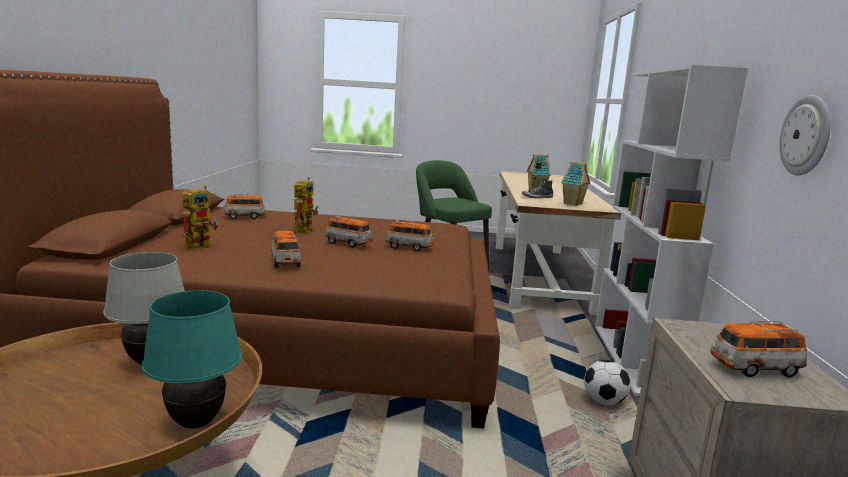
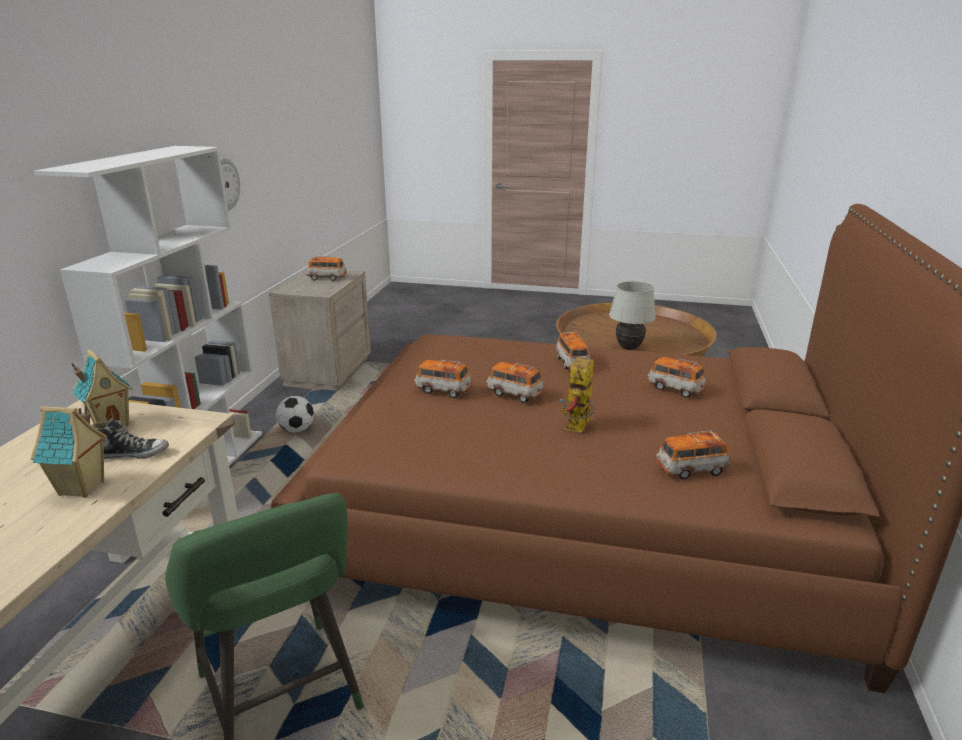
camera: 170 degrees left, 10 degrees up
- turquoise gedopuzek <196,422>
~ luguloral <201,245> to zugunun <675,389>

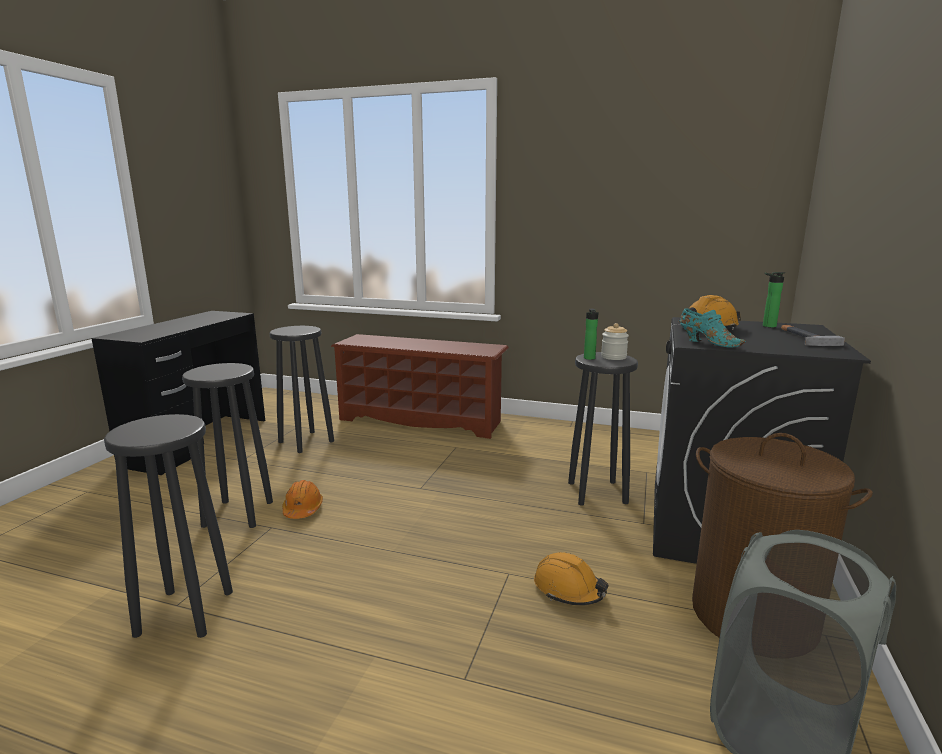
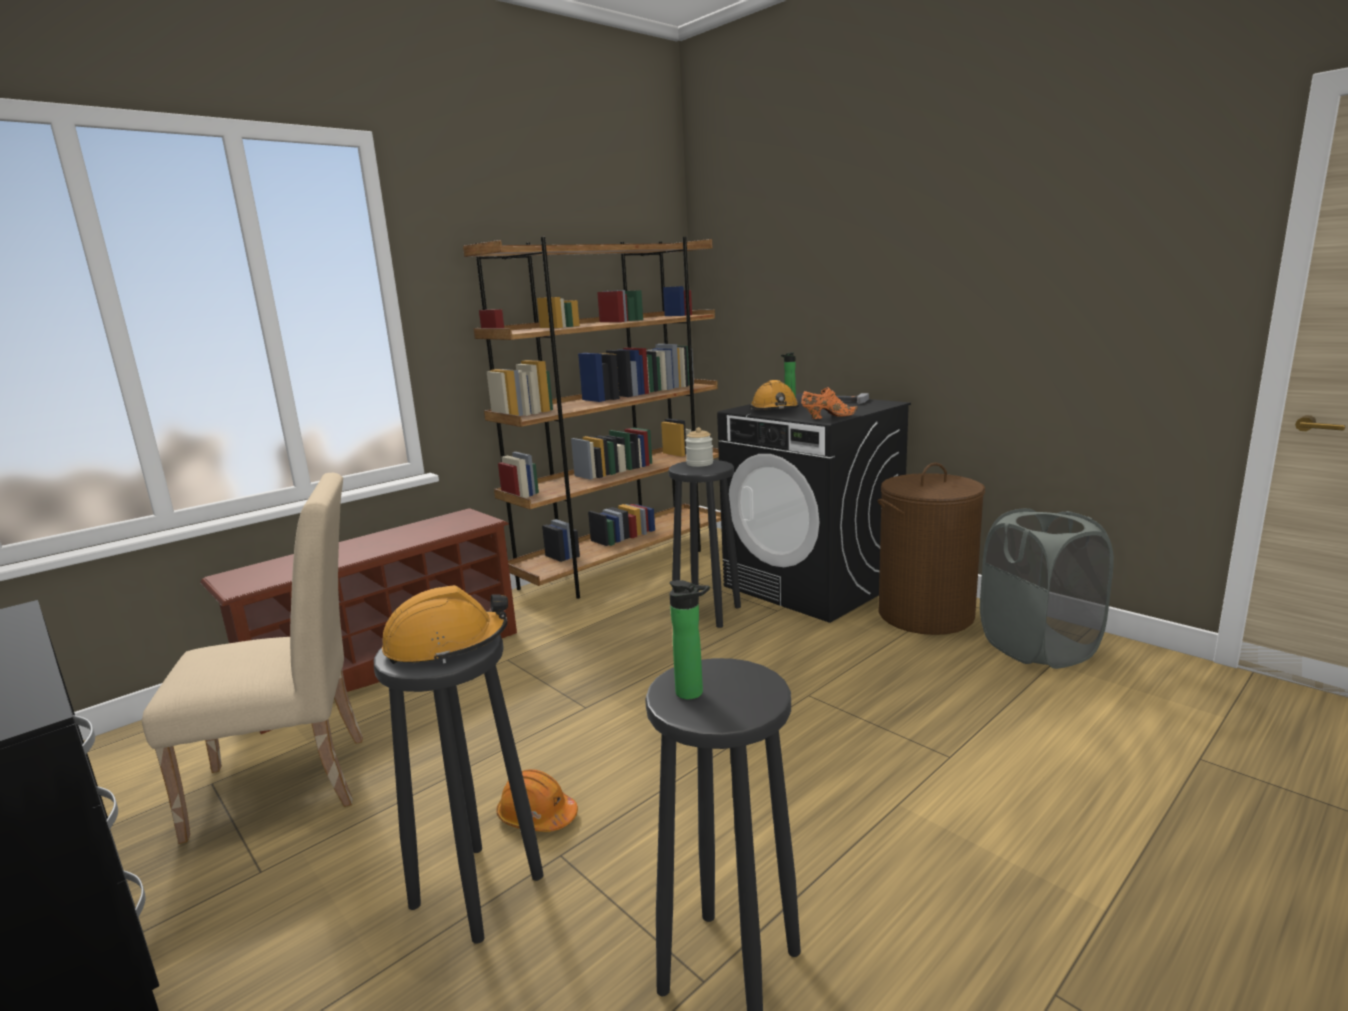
camera: 60 degrees left, 0 degrees up
+ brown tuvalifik <623,565>
~ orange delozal <569,589> to <446,645>
~ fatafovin <590,358> to <693,693>
~ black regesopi <305,442> to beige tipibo <296,783>
~ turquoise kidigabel <707,343> to orange kidigabel <827,417>

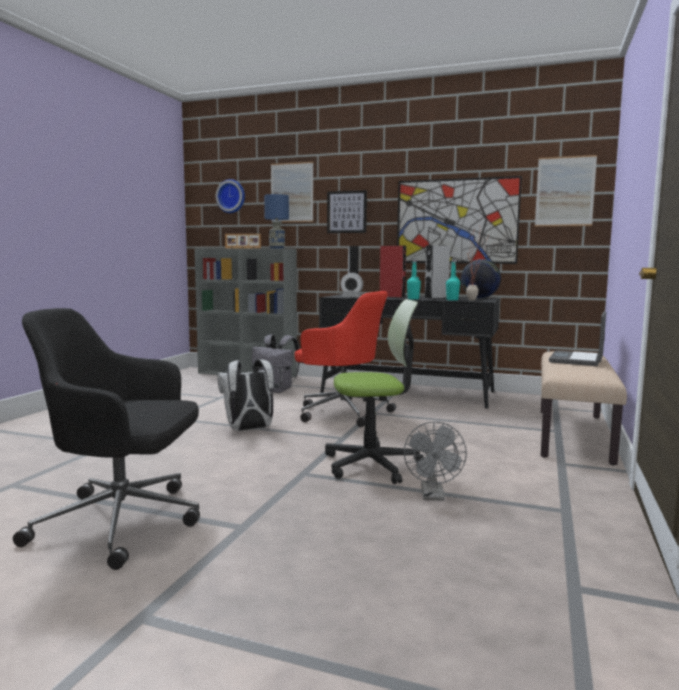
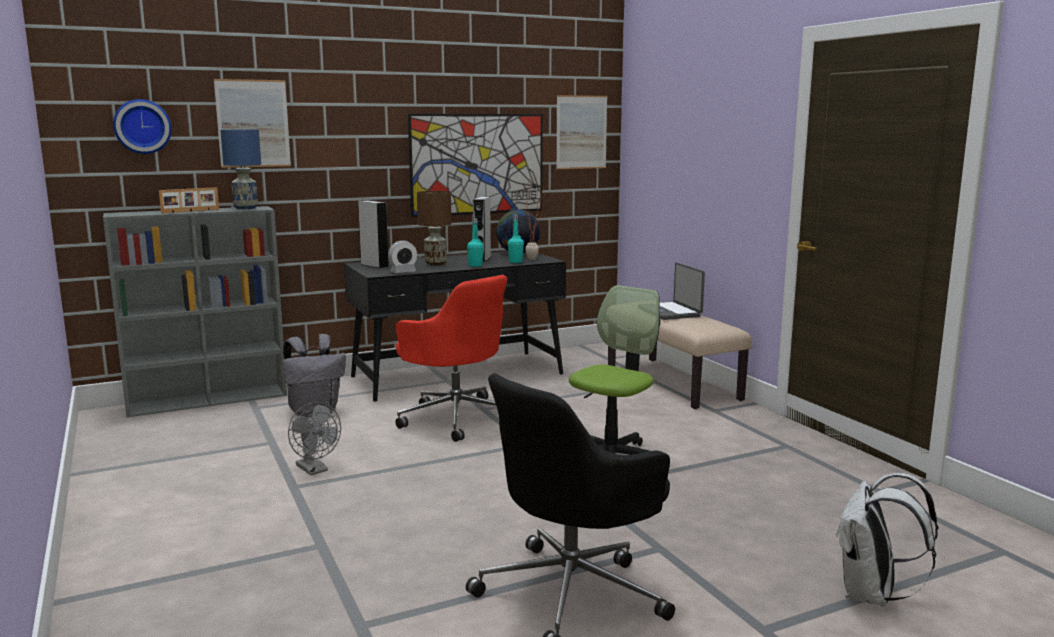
camera: 45 degrees left, 5 degrees up
- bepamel <346,212>
~ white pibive <249,430> to <872,595>
~ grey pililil <433,496> to <315,470>
~ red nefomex <392,297> to brown gedopuzek <435,264>
~ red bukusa <341,412> = <456,417> 60 degrees clockwise

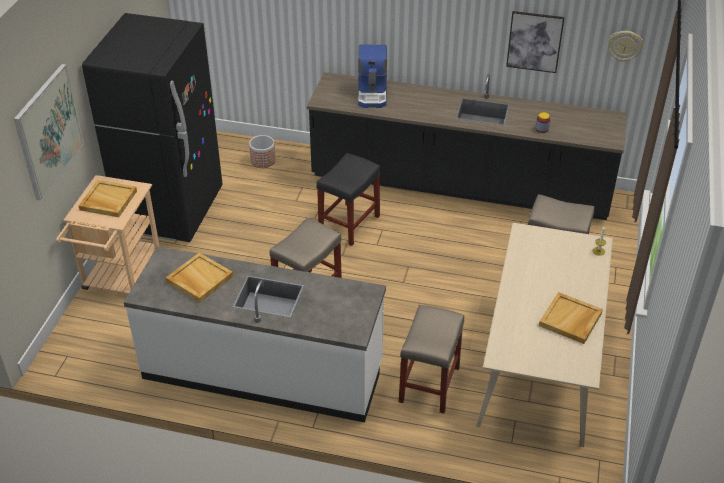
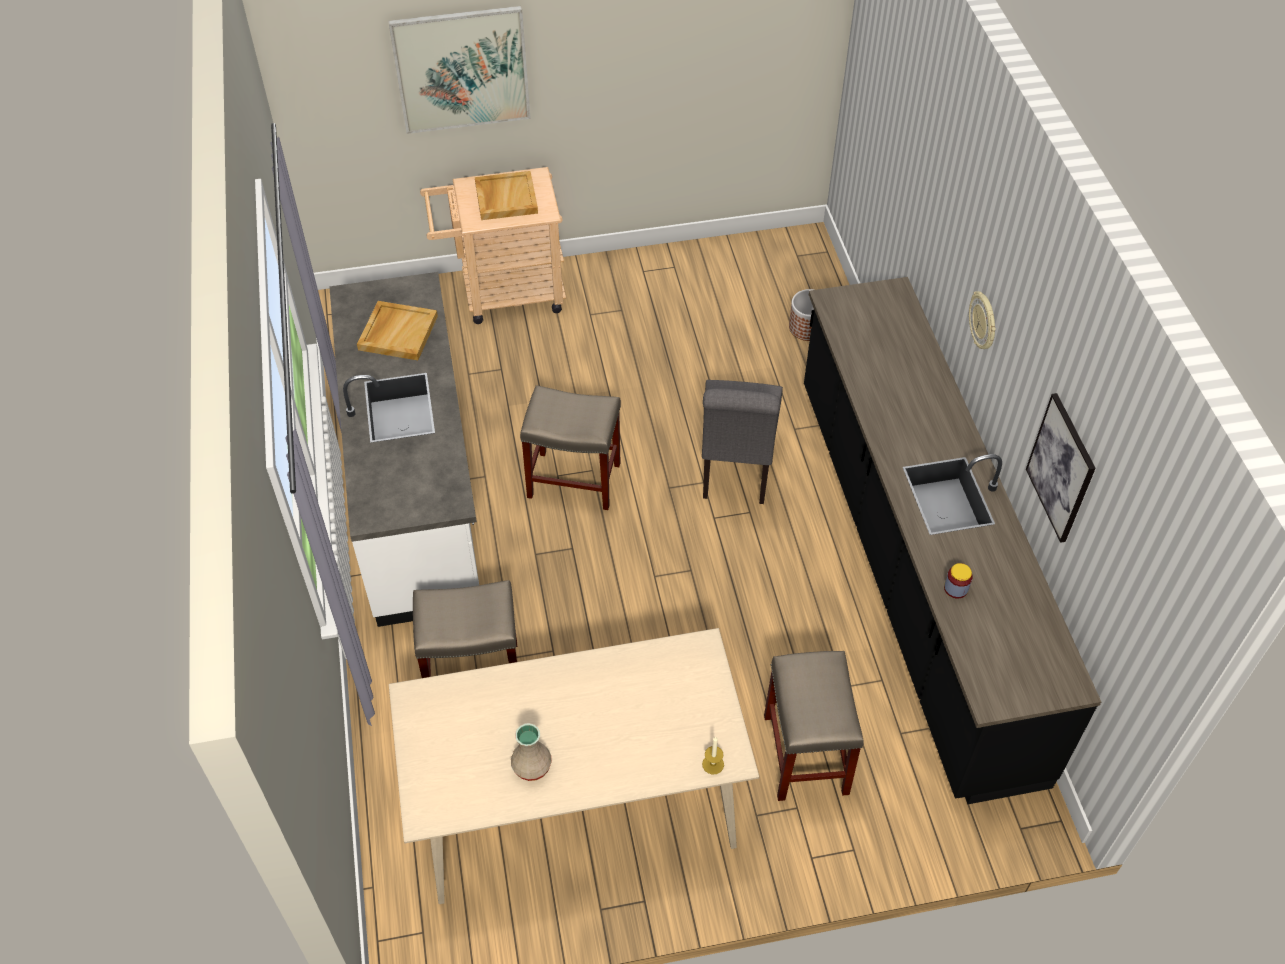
camera: 65 degrees right, 10 degrees up
- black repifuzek <172,210>
- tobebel <373,93>
~ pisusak <624,45> to <983,322>
~ black regesopi <349,224> to grey tipibo <736,471>
~ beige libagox <570,320> to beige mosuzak <531,766>

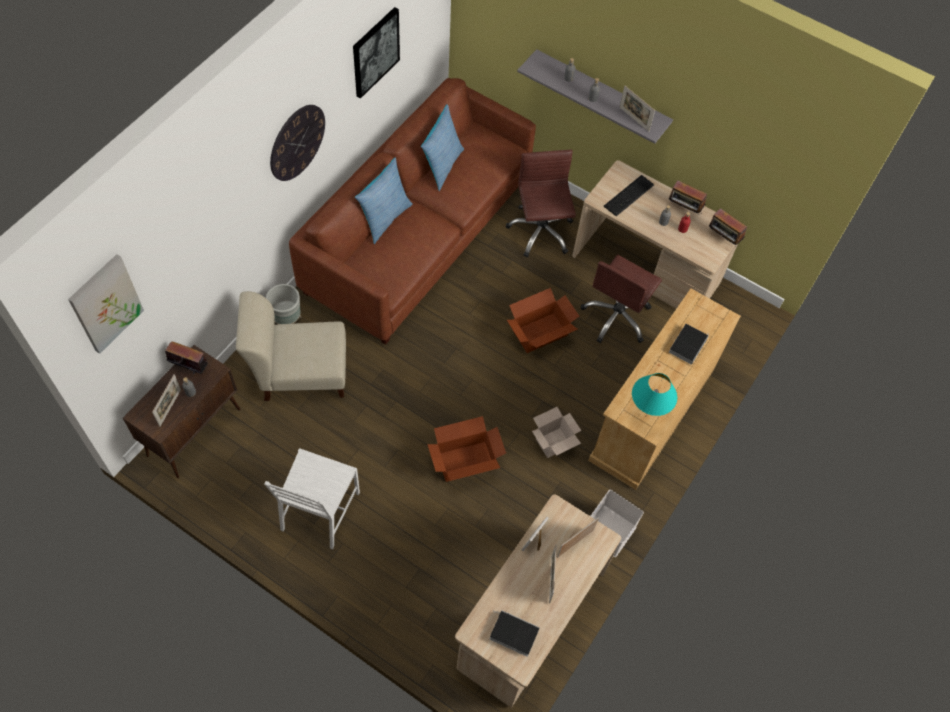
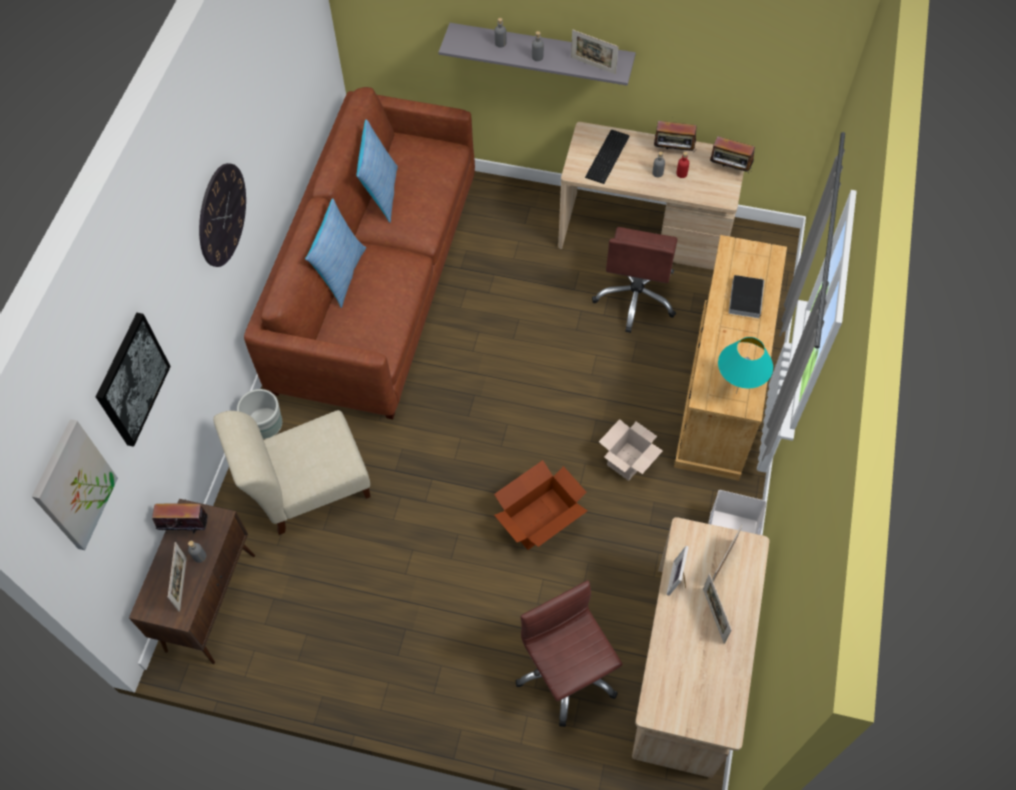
camera: 15 degrees left, 0 degrees up
- white tipibo <319,511>
- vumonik <512,634>
- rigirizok <541,333>
~ bepamel <375,52> to <131,379>
~ brown bukusa <540,232> to <566,674>

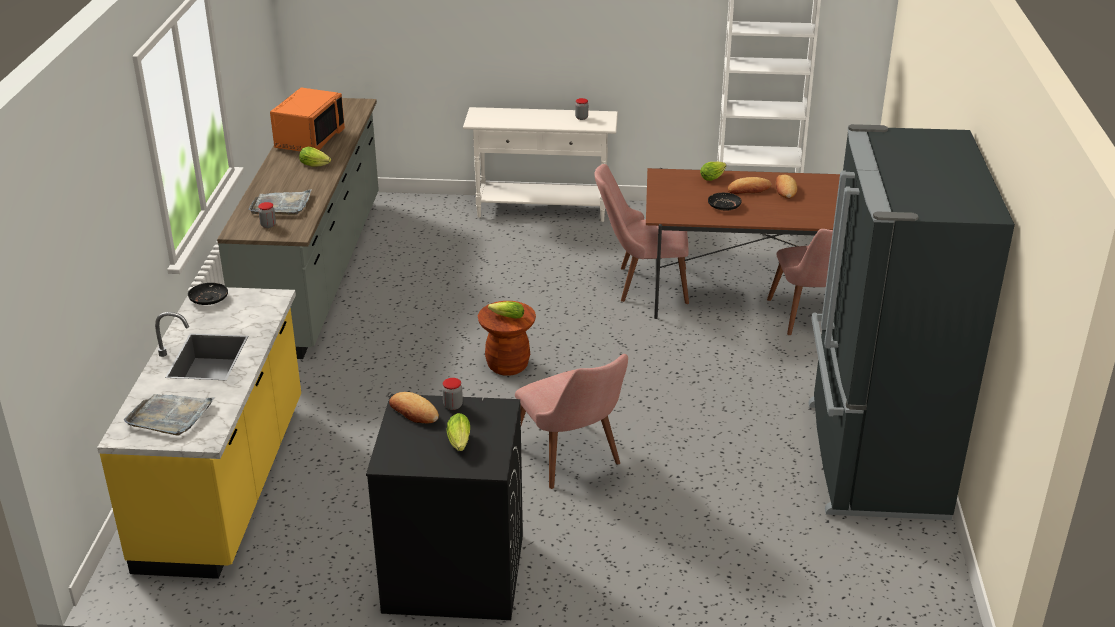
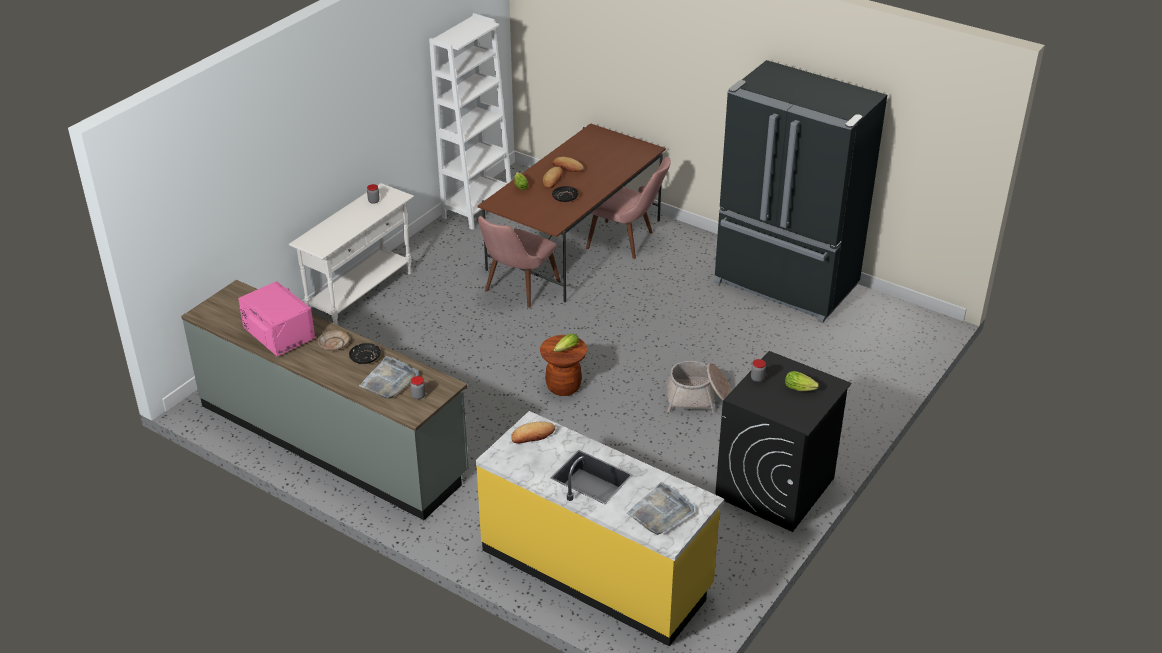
camera: 60 degrees left, 5 degrees up
~ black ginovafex <208,298> to <365,357>
~ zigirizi <414,412> to <533,435>
~ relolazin <316,165> to beige ginovafex <334,344>
~ pink tipibo <573,461> to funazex <698,398>
~ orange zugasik <309,139> to pink zugasik <278,335>

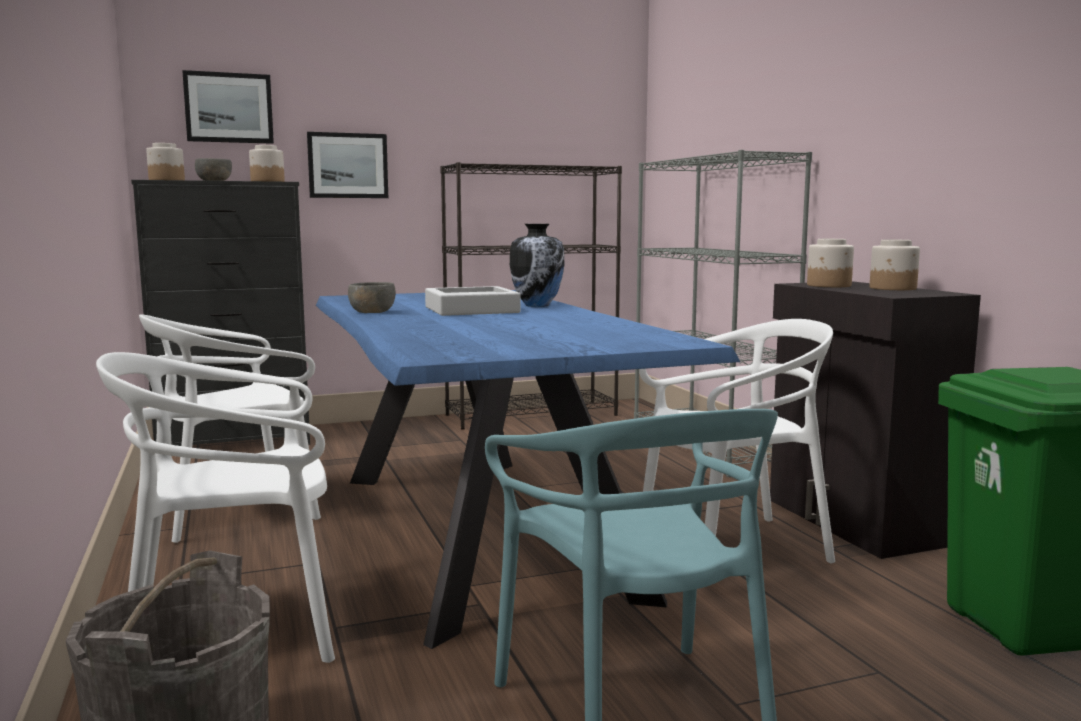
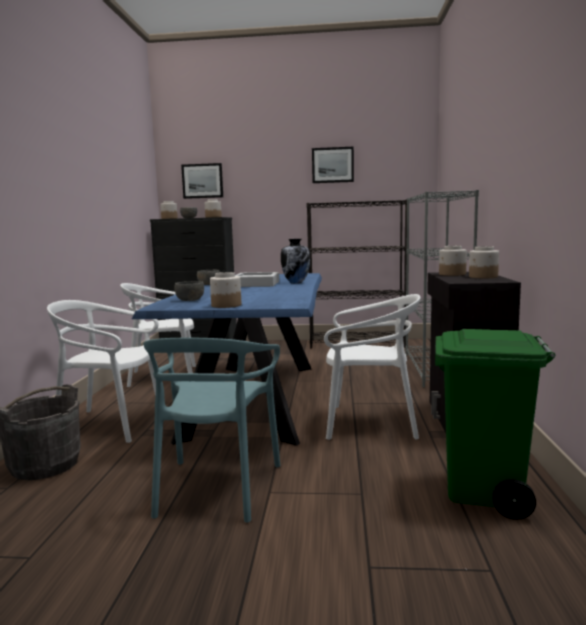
camera: 25 degrees right, 0 degrees up
+ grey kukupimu <189,300>
+ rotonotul <226,305>
~ bepamel <348,165> to <332,165>

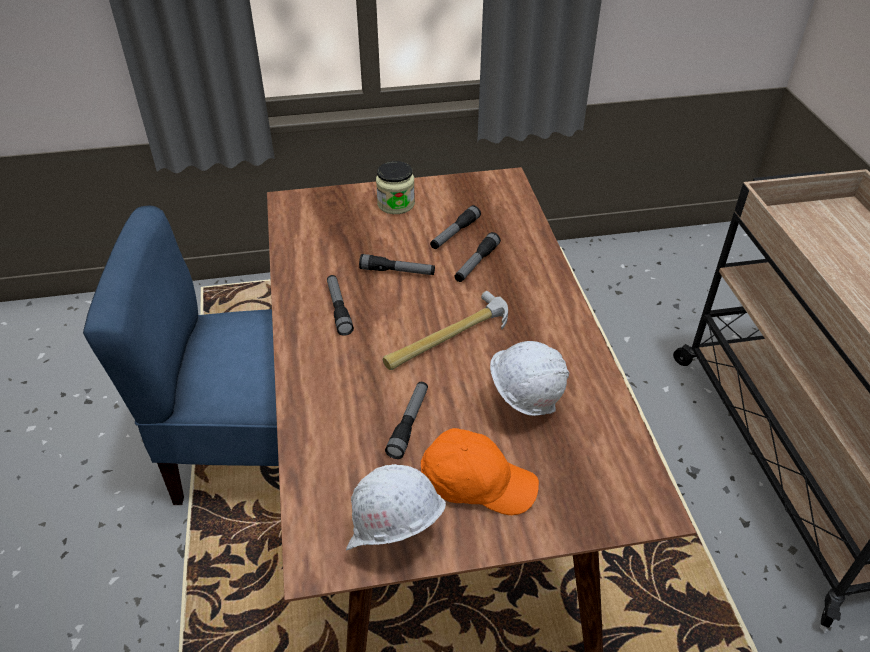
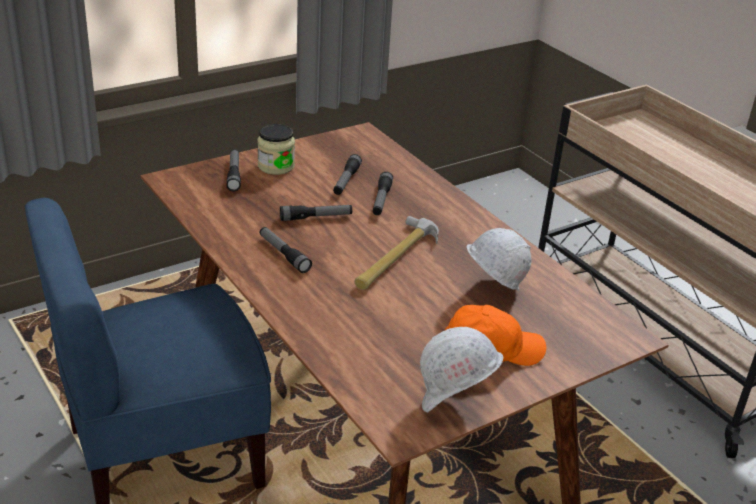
camera: 25 degrees left, 10 degrees down
~ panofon <409,423> to <234,174>

